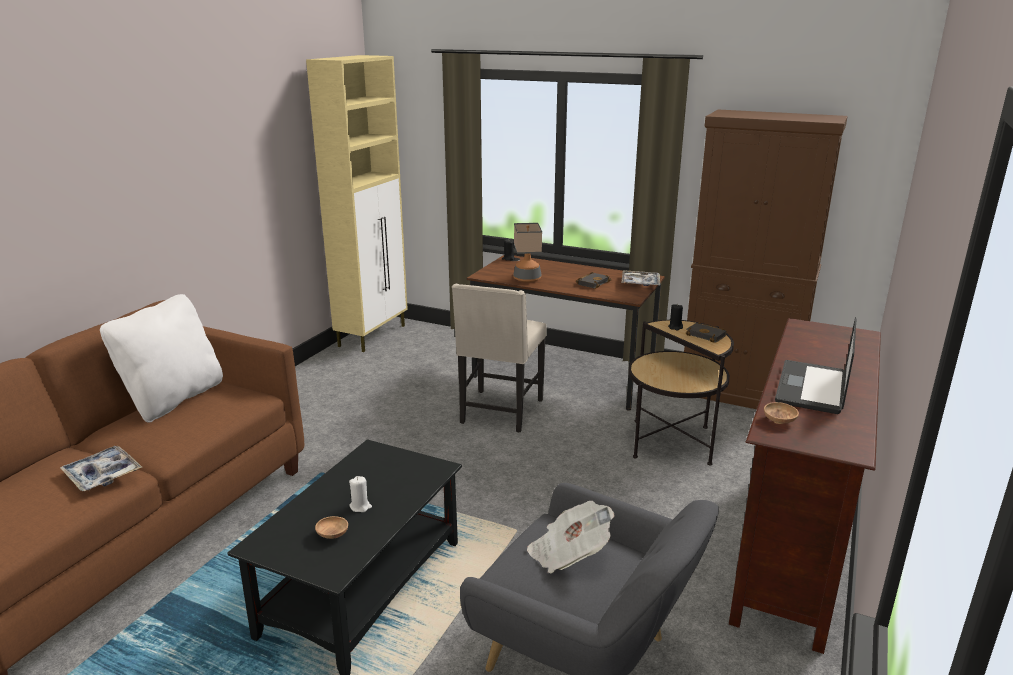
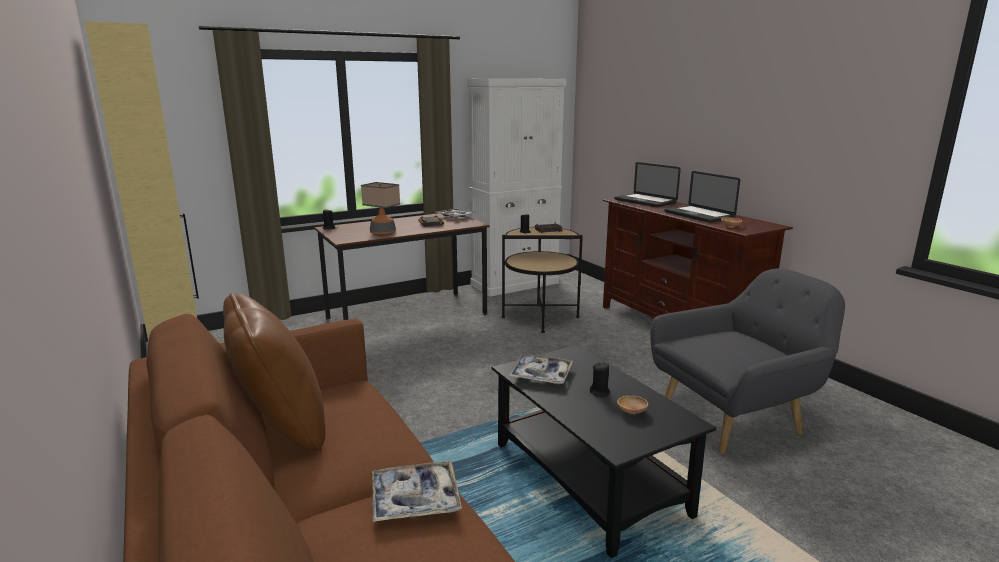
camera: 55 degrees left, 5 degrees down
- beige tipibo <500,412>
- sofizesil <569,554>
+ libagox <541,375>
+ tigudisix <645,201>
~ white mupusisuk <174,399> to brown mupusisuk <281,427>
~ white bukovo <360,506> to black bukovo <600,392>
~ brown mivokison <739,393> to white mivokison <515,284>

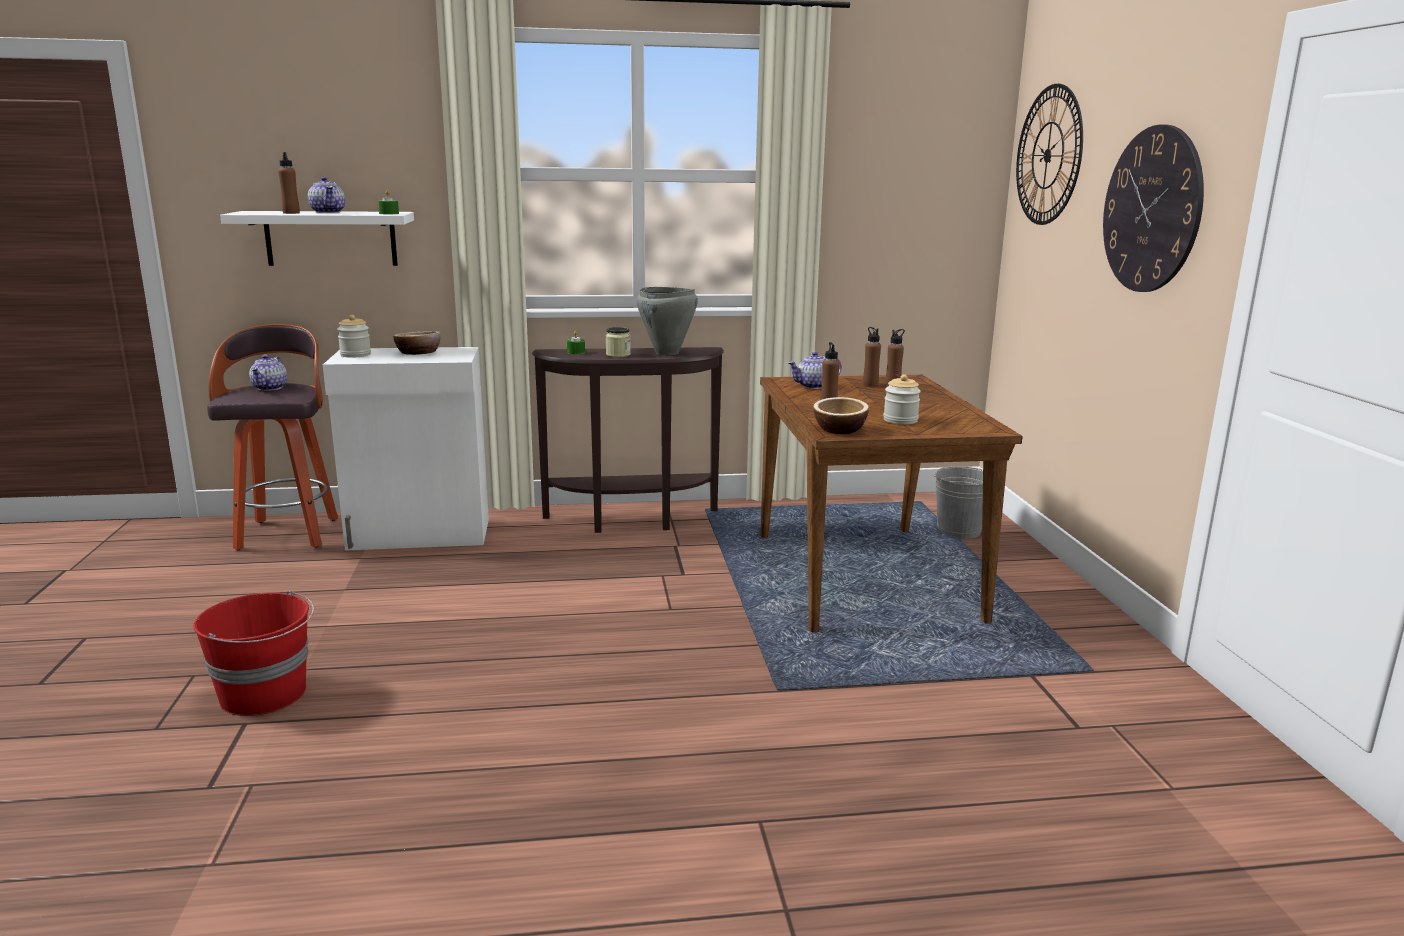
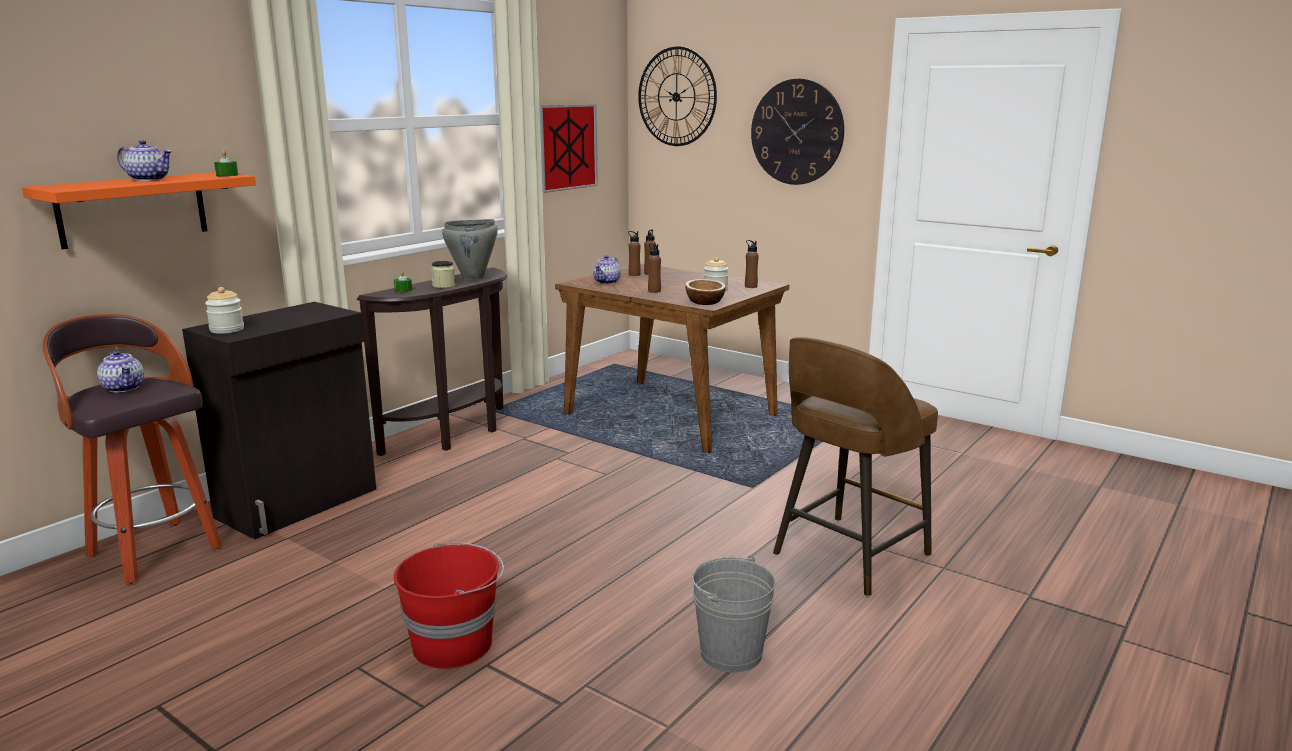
camera: 45 degrees left, 0 degrees up
- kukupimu <418,353>
+ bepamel <567,147>
+ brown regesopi <848,555>
~ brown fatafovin <291,213> to <751,286>
~ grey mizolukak <959,531> to <731,653>
~ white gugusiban <331,238> to orange gugusiban <133,209>
~ white mivokison <420,535> to black mivokison <300,503>

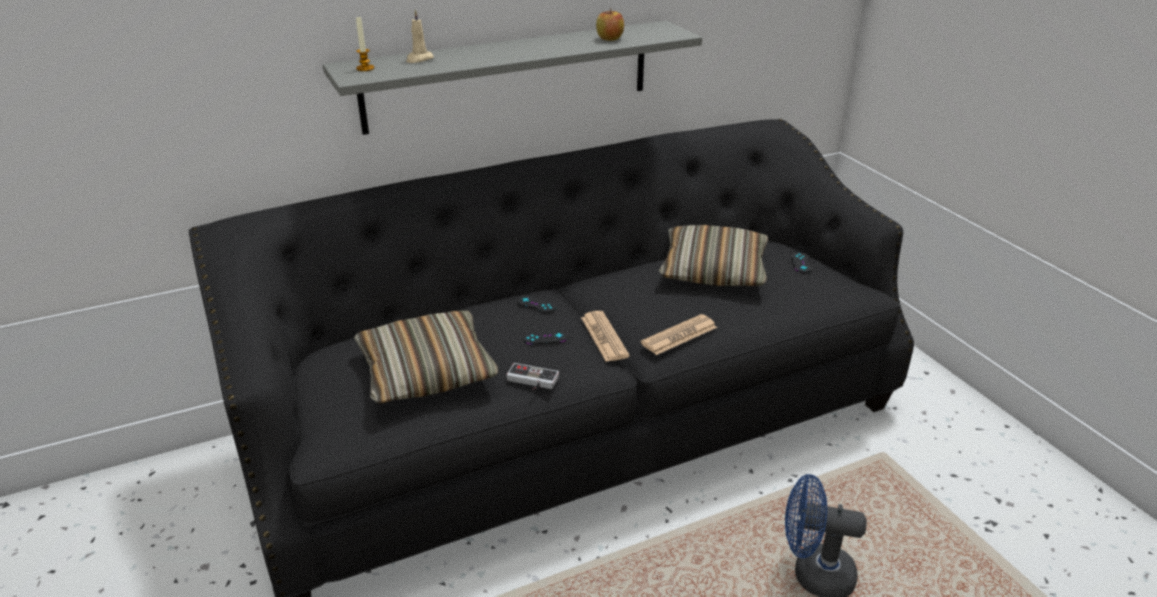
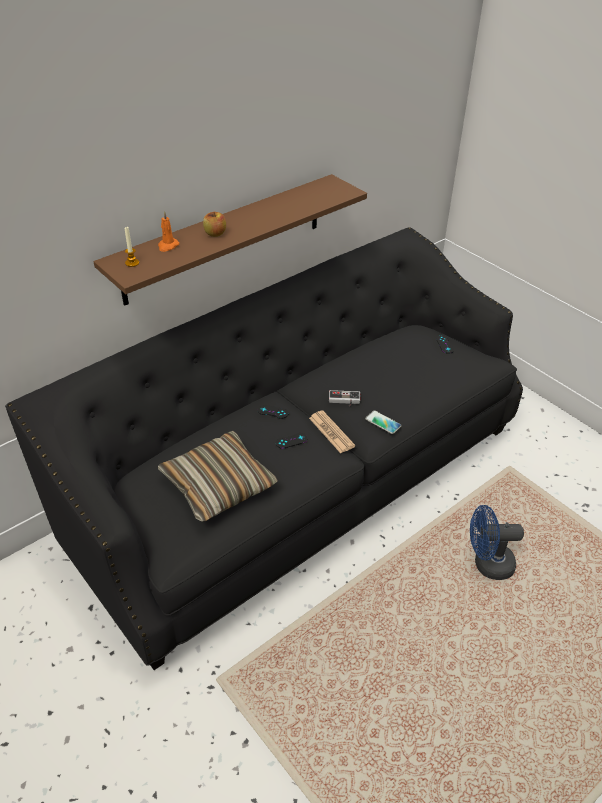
camera: 15 degrees left, 10 degrees up
- mupusisuk <713,270>
~ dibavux <531,382> to <344,401>
~ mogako <609,38> to <215,233>
~ sofizesil <679,335> to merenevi <383,422>
~ grey gugusiban <509,76> to brown gugusiban <225,238>
~ beige bukovo <419,59> to orange bukovo <168,246>

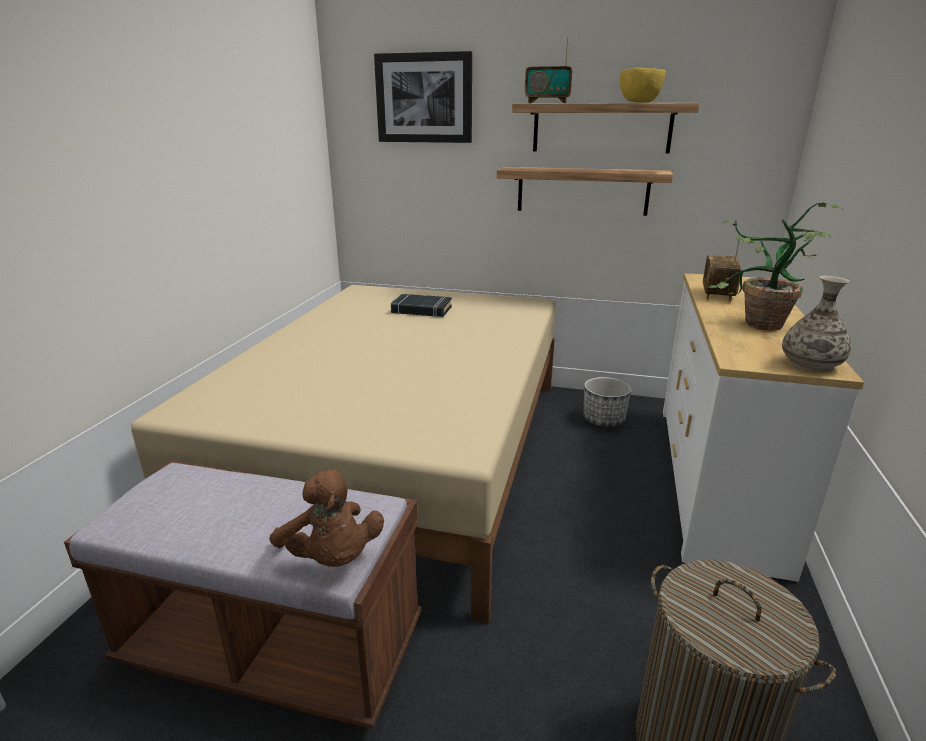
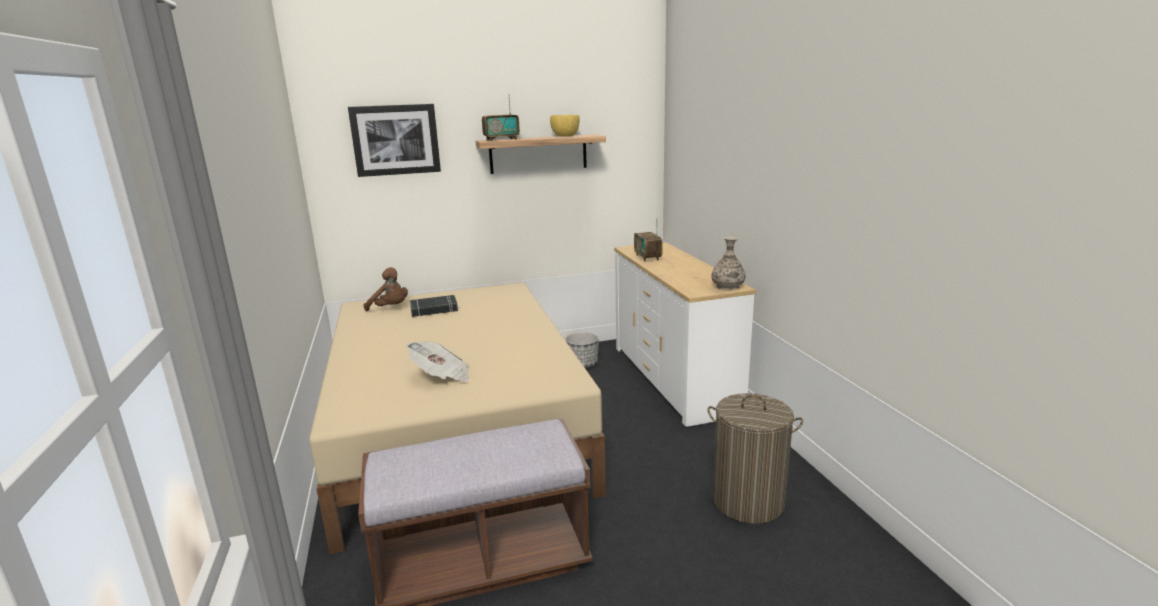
camera: 30 degrees left, 5 degrees down
- gugusiban <582,191>
- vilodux <756,326>
+ sofizesil <442,376>
~ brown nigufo <332,558> to <390,308>

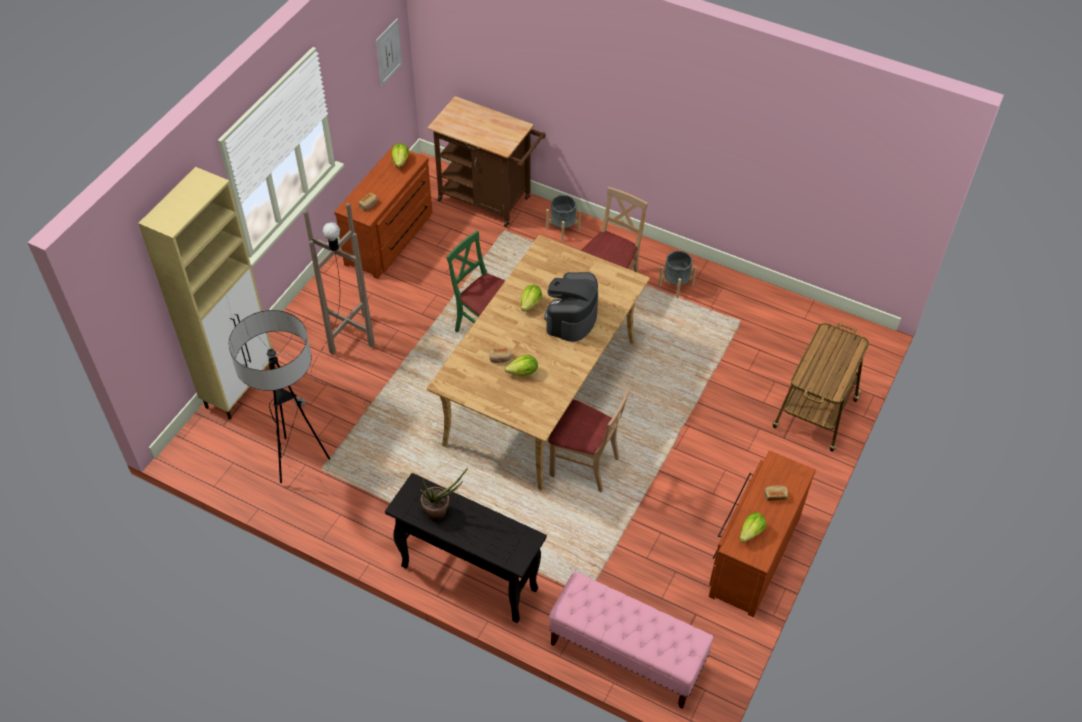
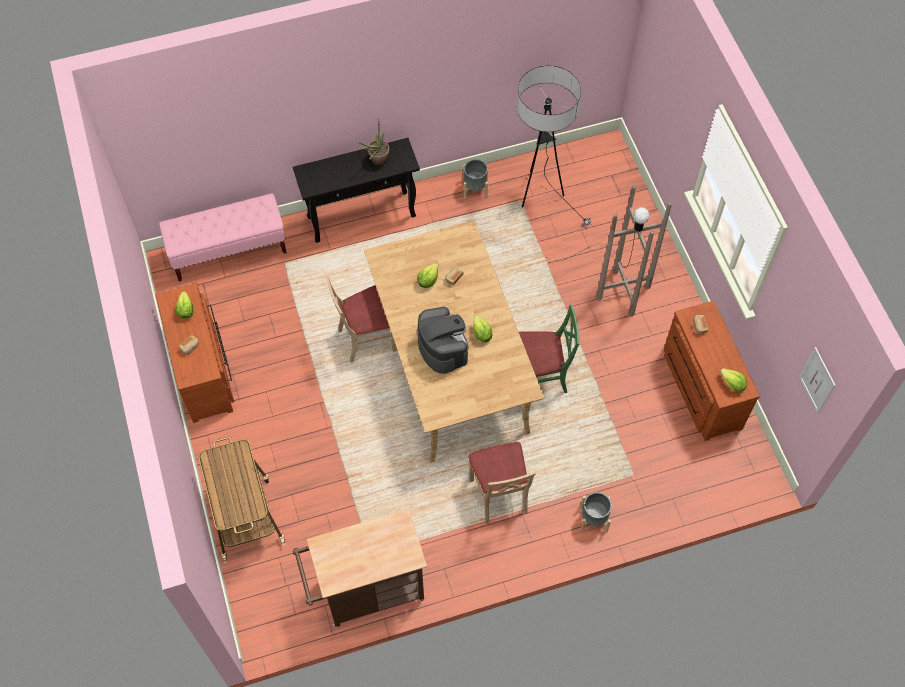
camera: 135 degrees right, 10 degrees up
- beige mivokison <240,387>
~ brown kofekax <489,201> to <366,591>
~ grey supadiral <675,285> to <475,189>

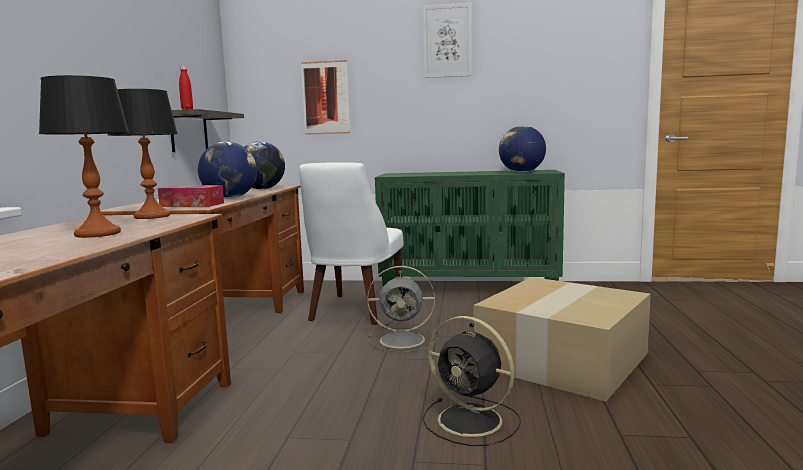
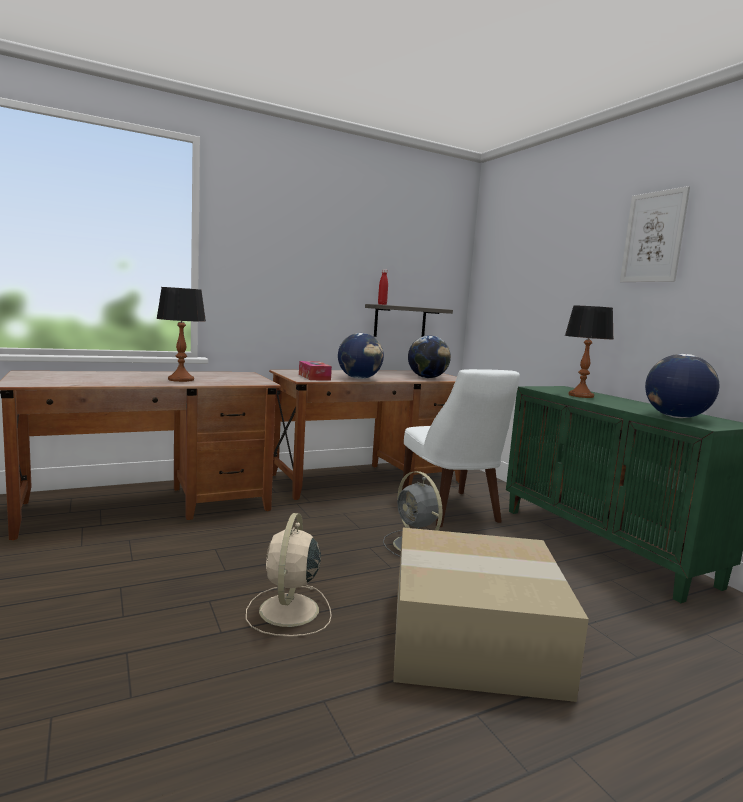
camera: 55 degrees right, 0 degrees up
- bepamel <325,98>
~ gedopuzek <151,216> to <580,395>
~ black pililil <472,421> to beige pililil <288,611>
~ white tipibo <354,311> = <452,510> 90 degrees counterclockwise

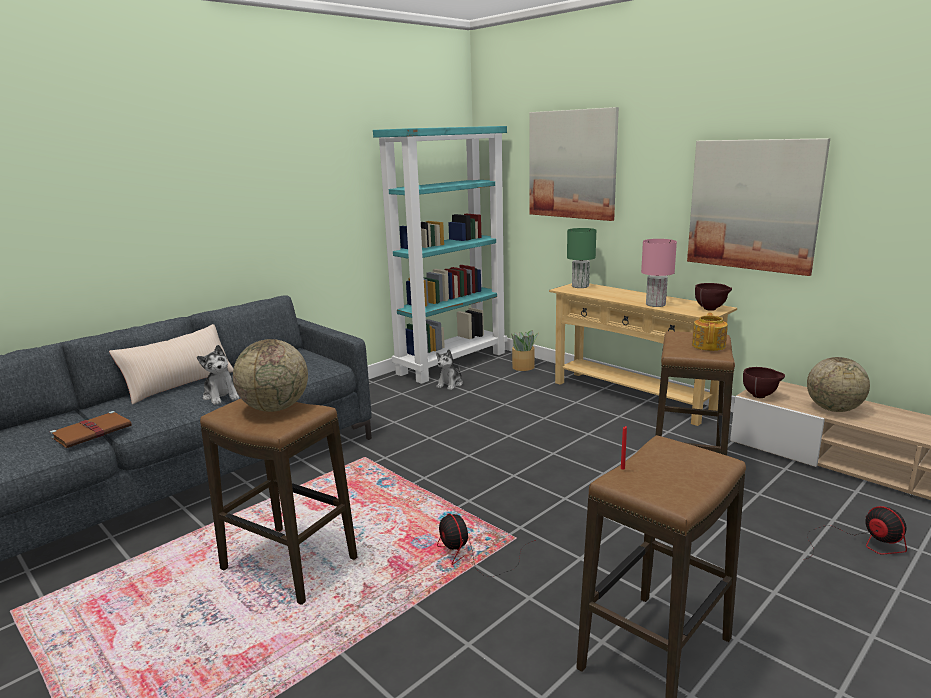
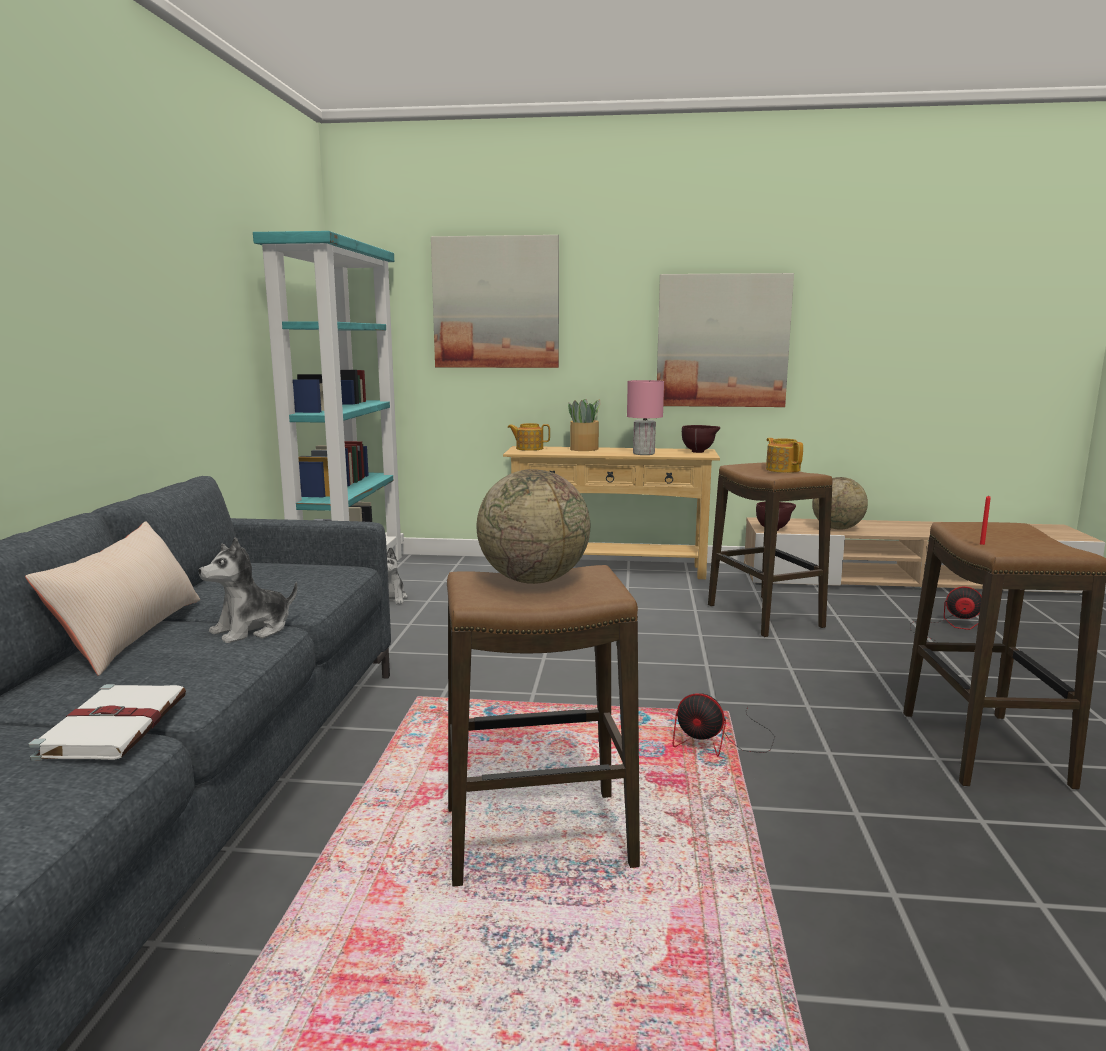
camera: 40 degrees left, 5 degrees down
~ vilodux <523,367> to <585,449>
~ green gedopuzek <581,286> to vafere <529,448>
~ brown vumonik <93,432> to white vumonik <115,725>
~ nigufo <221,396> = <252,630> 120 degrees clockwise

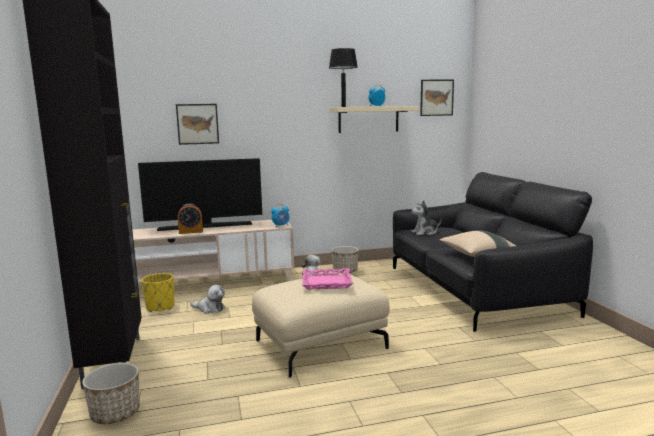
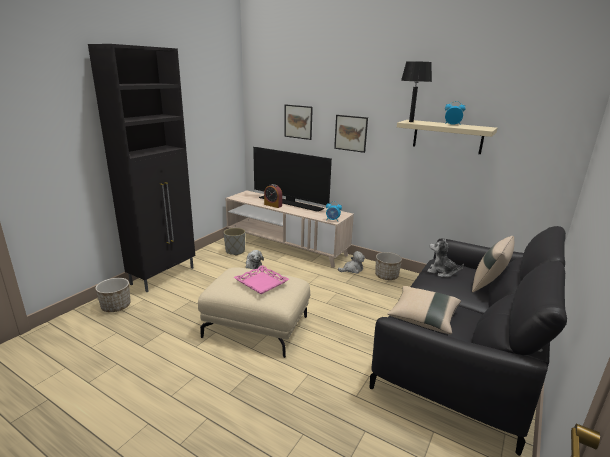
camera: 45 degrees right, 10 degrees up
+ beige mupusisuk <488,285>
~ bepamel <436,97> to <351,133>
~ yellow supadiral <160,307> to grey supadiral <235,251>

